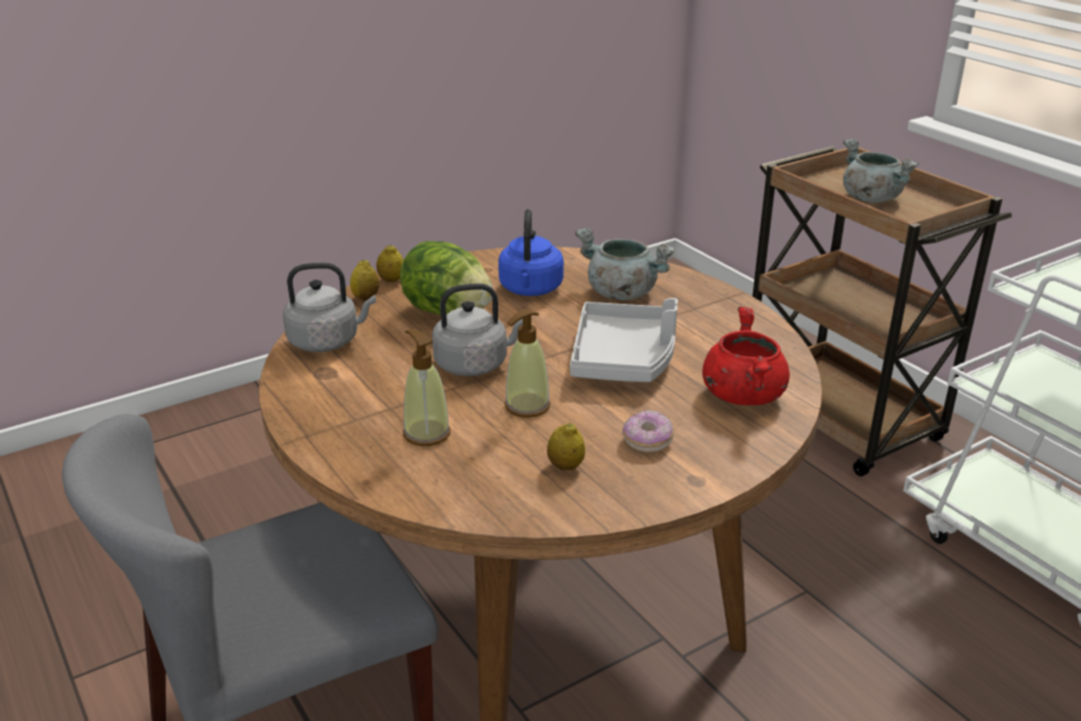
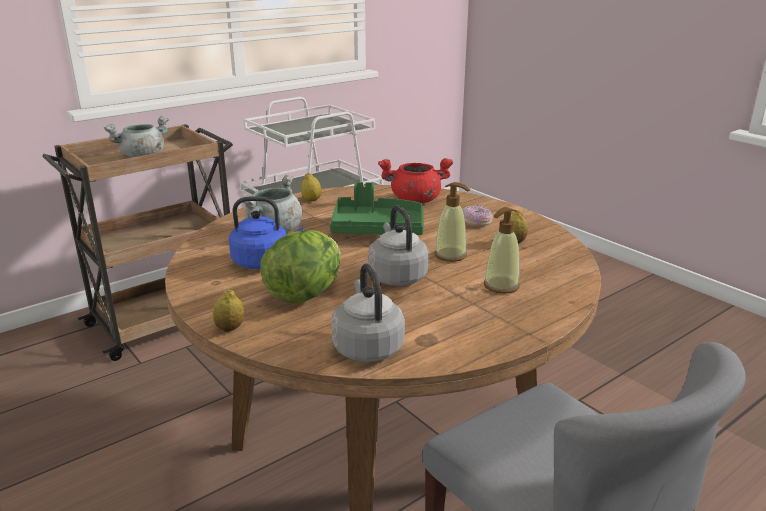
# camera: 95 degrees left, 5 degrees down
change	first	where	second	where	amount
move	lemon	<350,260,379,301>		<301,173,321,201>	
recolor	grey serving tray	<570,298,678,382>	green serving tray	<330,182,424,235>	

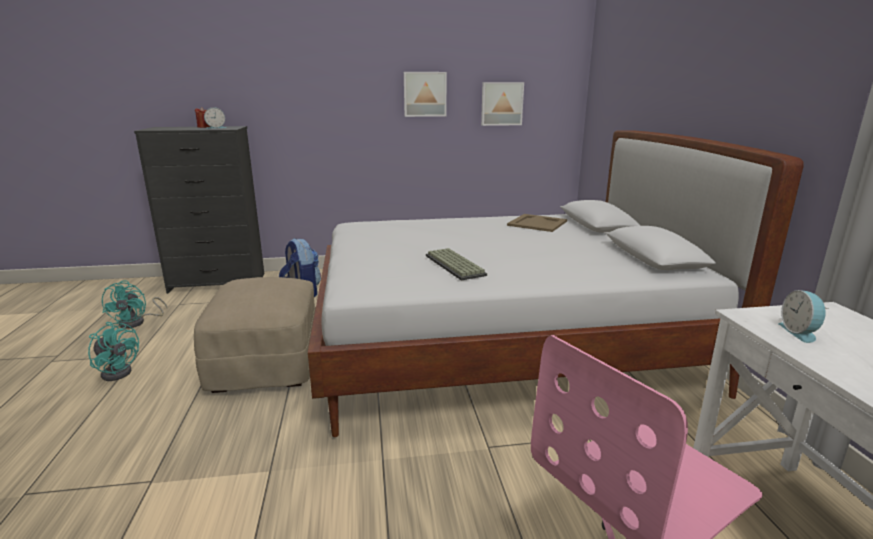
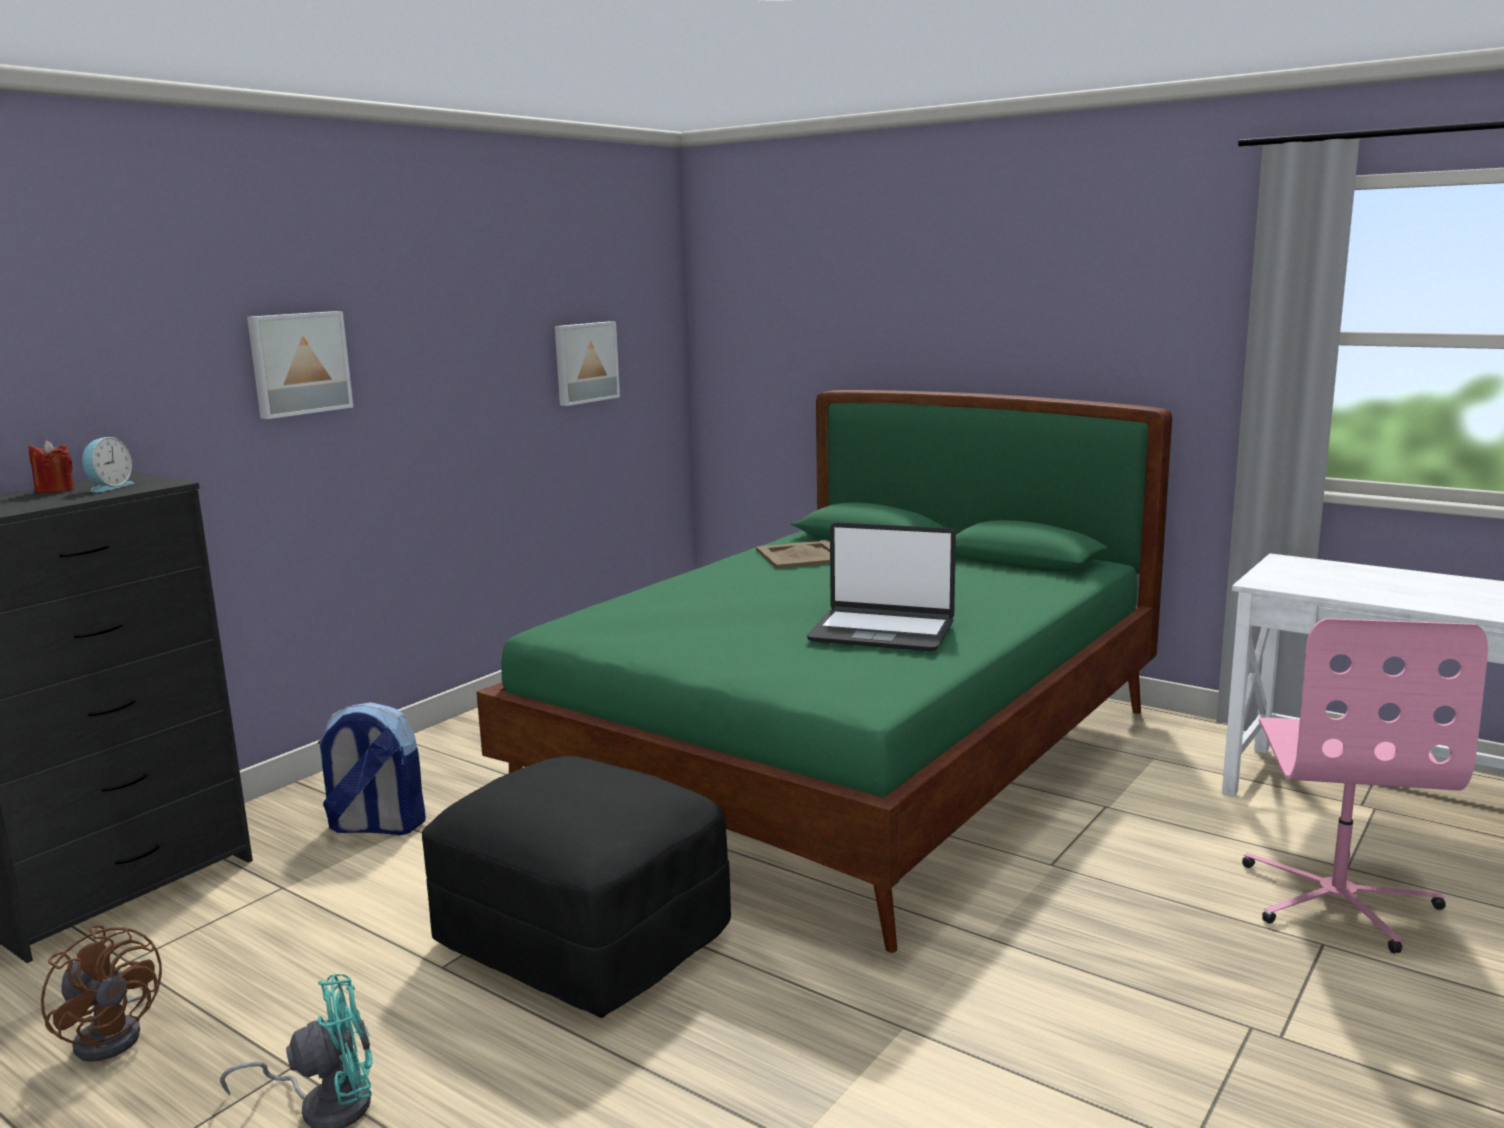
# camera: 45 degrees left, 5 degrees down
change	first	where	second	where	amount
move	picture	<404,72,447,117>		<247,311,353,419>	
recolor	whitish bedroom bed	<308,130,804,437>	green bedroom bed	<477,390,1172,953>	
replace	keyboard	<426,248,487,280>	notebook computer	<807,522,956,652>	
recolor	sand-coloured ottoman	<194,277,316,393>	black ottoman	<422,756,731,1018>	
recolor	turquoise cooling fan	<102,280,167,329>	brownish cooling fan	<41,925,162,1062>	
delete	alarm clock	<778,290,828,343>			

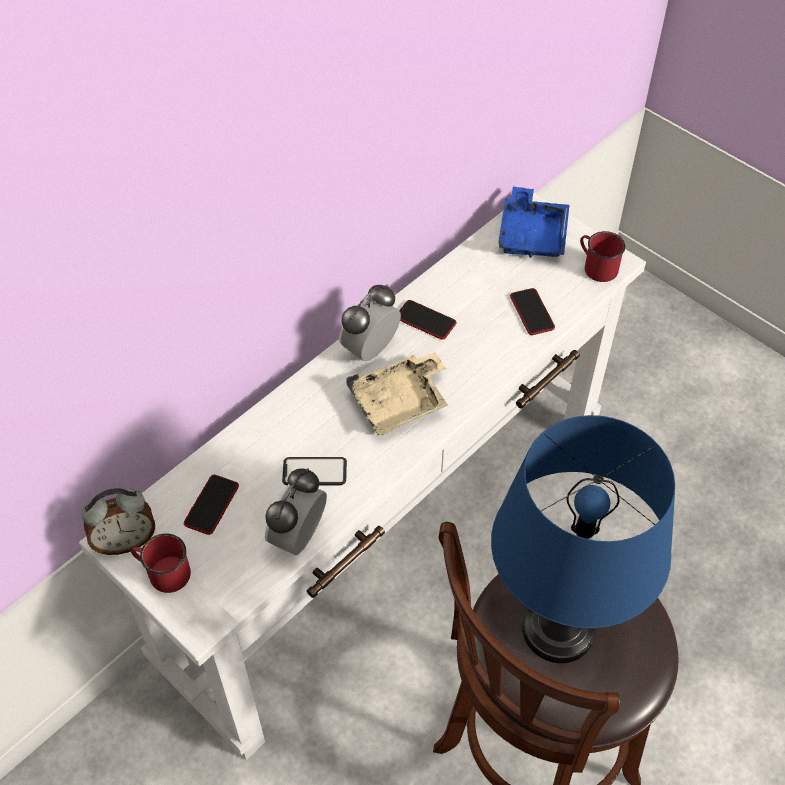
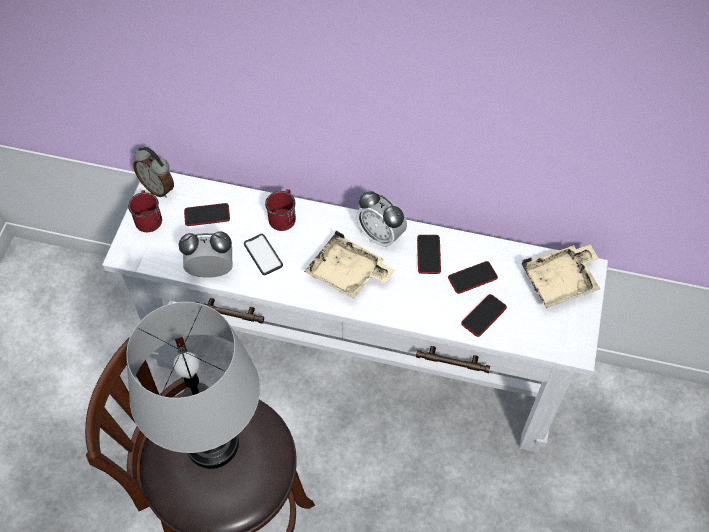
# camera: 60 degrees right, 5 degrees up
change	first	where	second	where	amount
recolor	bluish serving tray	<498,186,569,258>	sand-coloured serving tray	<522,245,600,308>	
move	red mug	<580,231,626,282>		<265,189,296,231>	
rotate	alarm clock	<339,285,401,361>		<356,191,407,249>	150 degrees counterclockwise
recolor	bluish lamp for a table	<491,415,675,663>	grey lamp for a table	<126,302,260,469>	
insert			telephone	<448,261,498,294>	

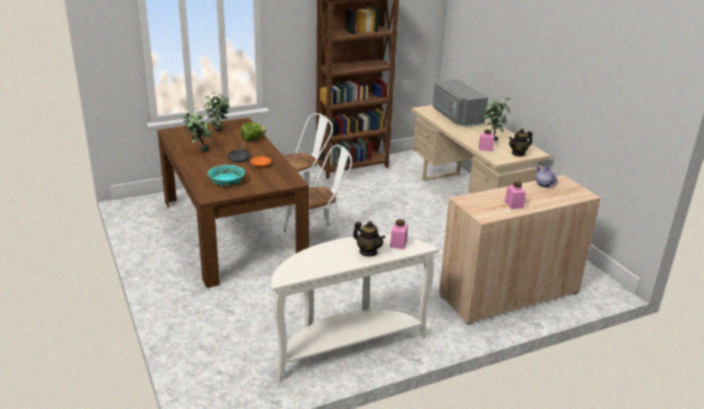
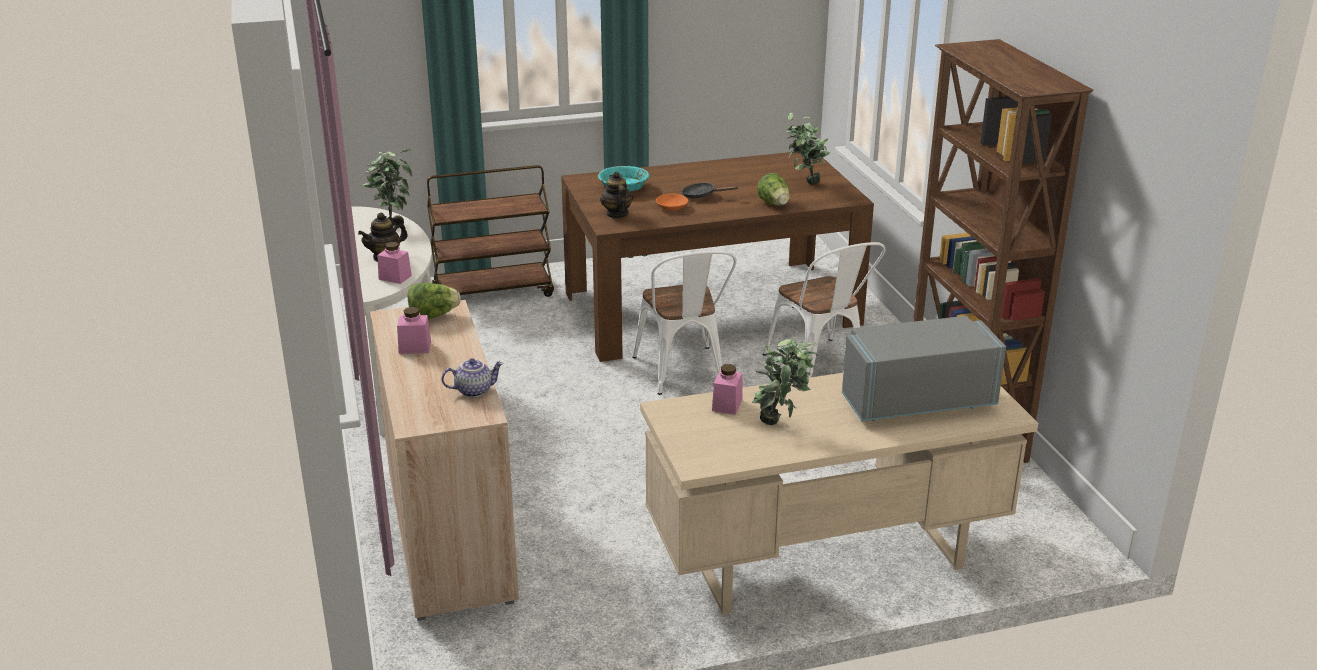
# camera: 100 degrees right, 0 degrees up
change	first	where	second	where	amount
move	plant in a pot	<180,105,212,152>		<362,149,413,226>	
move	pot for tea	<509,128,533,157>		<600,172,633,218>	
insert			brownish wheeled cart	<427,165,554,297>	
insert			lettuce head	<408,283,461,320>	

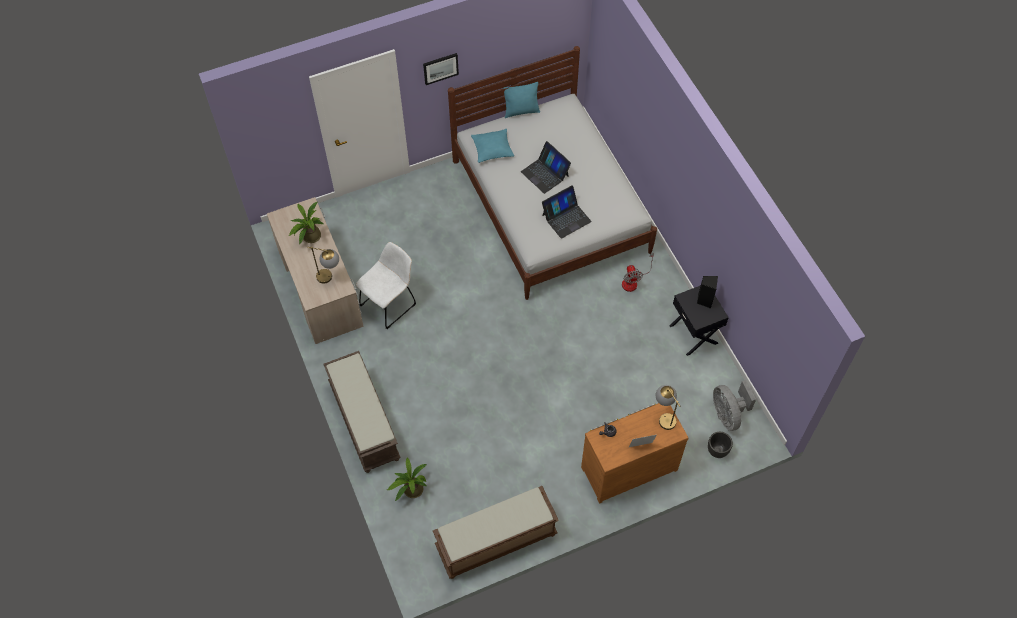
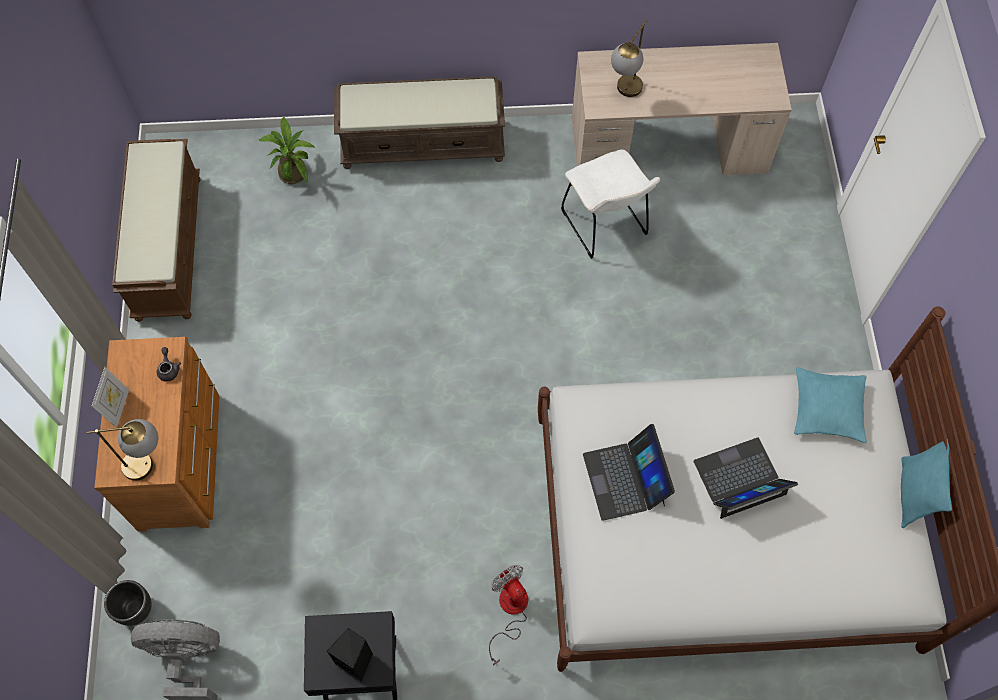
# camera: 110 degrees right, 5 degrees up
change	first	where	second	where	amount
delete	picture	<423,53,459,85>			
delete	plant in a pot	<289,202,323,244>			
rotate	cooling fan	<622,253,654,292>		<489,565,528,666>	45 degrees clockwise

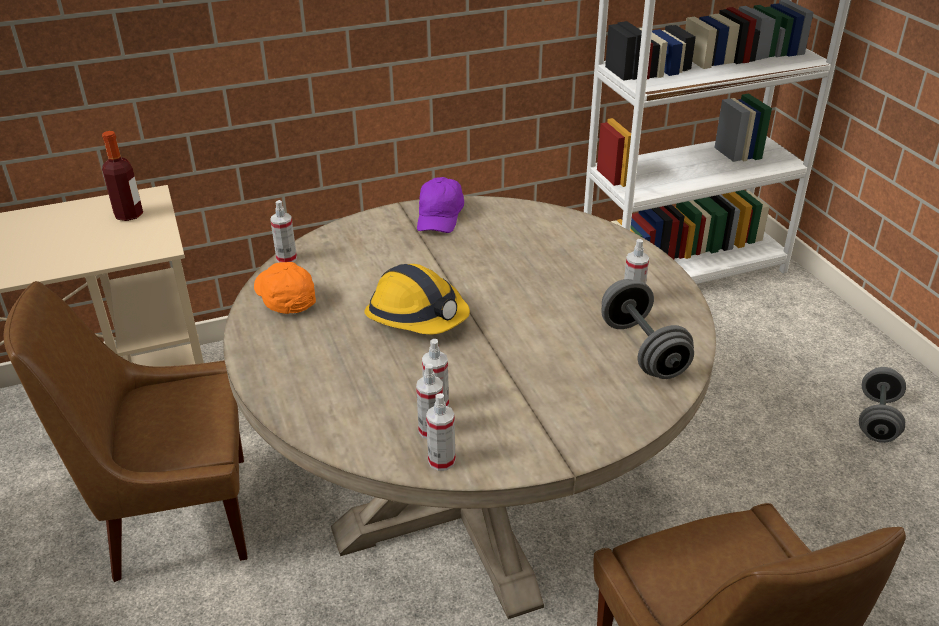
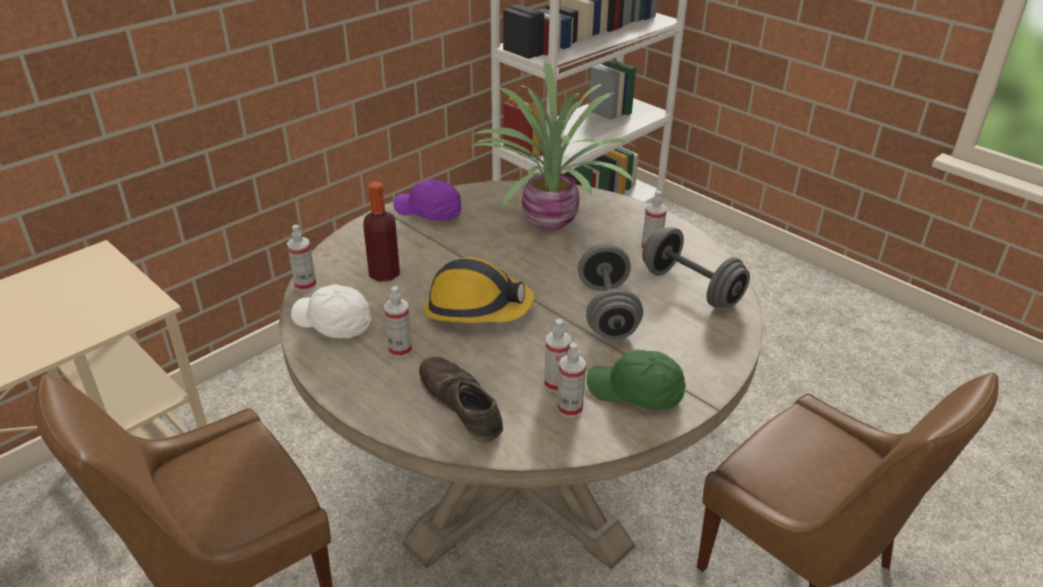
# camera: 25 degrees left, 0 degrees up
change	first	where	second	where	amount
move	beverage bottle	<102,131,143,221>		<364,182,400,282>	
rotate	purple-coloured cap	<417,177,464,233>		<394,179,462,221>	135 degrees clockwise
recolor	orange-coloured cap	<254,262,316,314>	whitish cap	<291,284,372,338>	
move	grey free weight	<859,367,906,443>		<578,243,643,340>	
move	spray bottle	<426,393,455,471>		<384,286,412,358>	
insert			plant in a pot	<471,61,636,230>	
insert			green cap	<587,349,686,410>	
insert			brownish shoe	<419,357,503,442>	

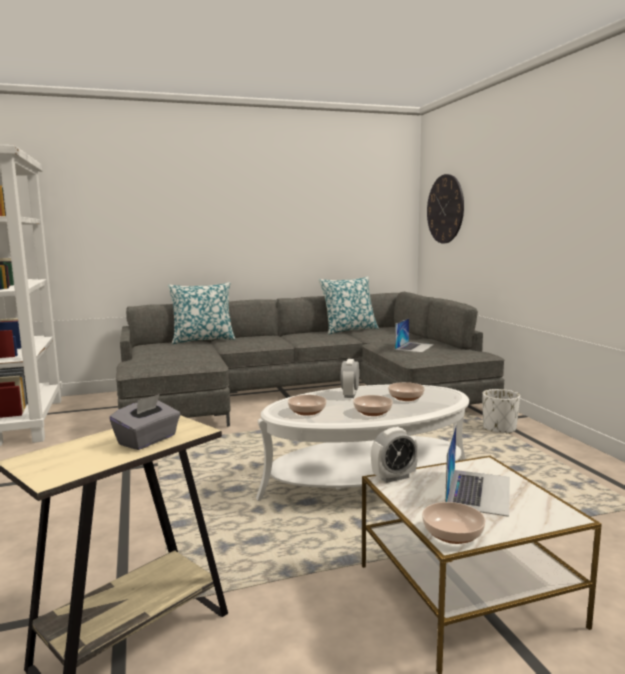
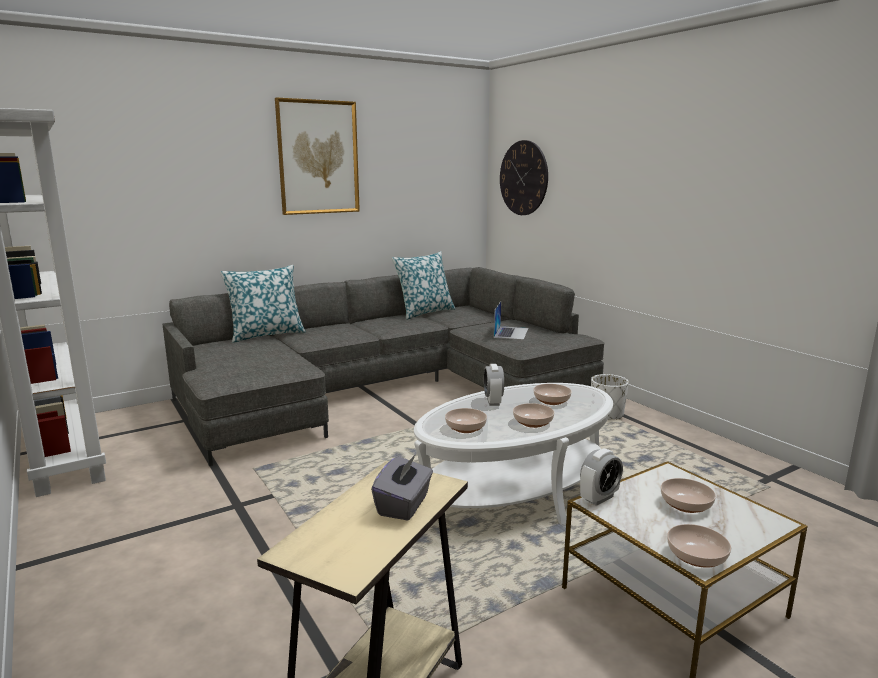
# camera: 15 degrees left, 5 degrees up
change	first	where	second	where	amount
replace	notebook computer	<445,424,510,517>	serving bowl	<661,478,716,513>	
insert			picture	<275,97,360,215>	

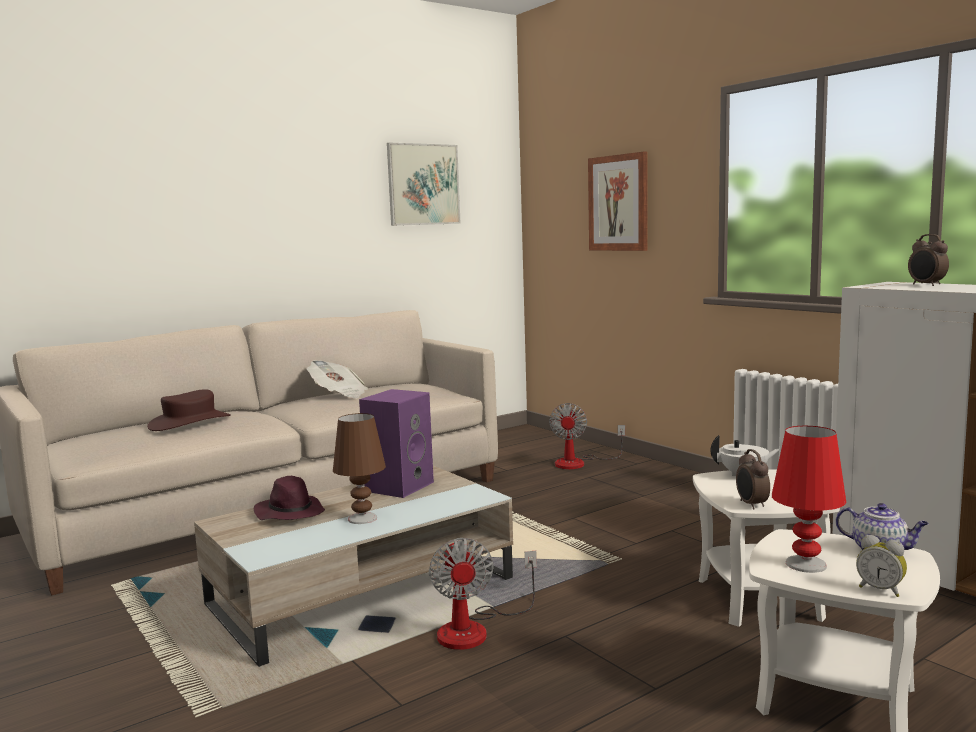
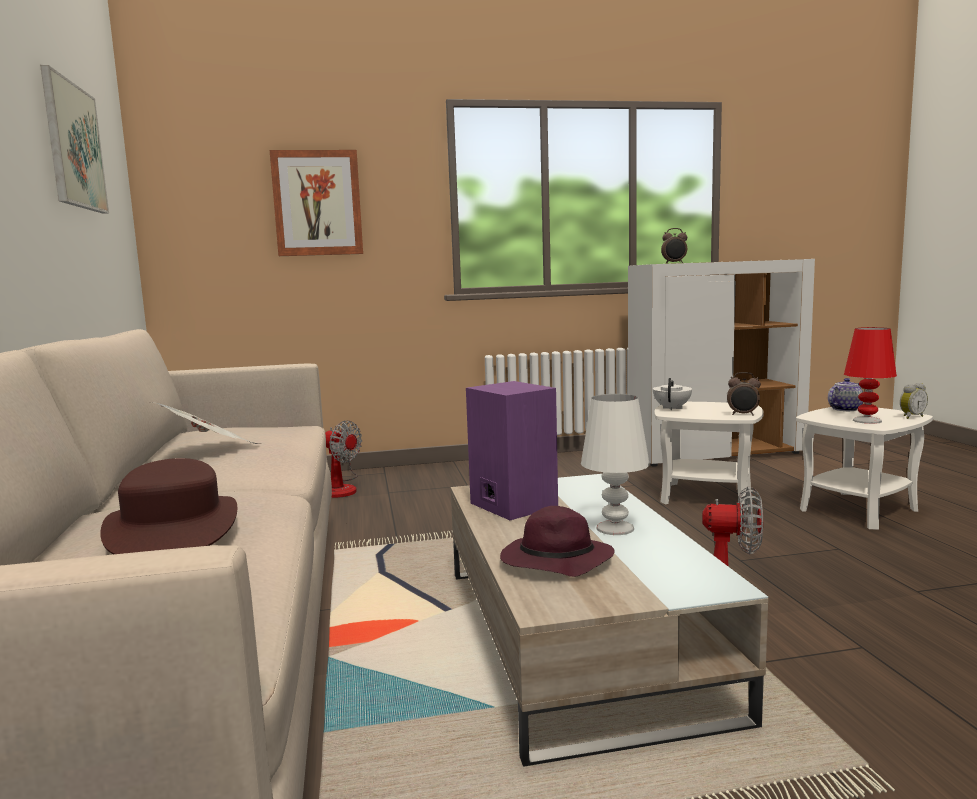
# camera: 65 degrees left, 0 degrees up
change	first	where	second	where	amount
recolor	brownish lamp for a table	<333,413,386,524>	whitish lamp for a table	<581,394,650,535>	

